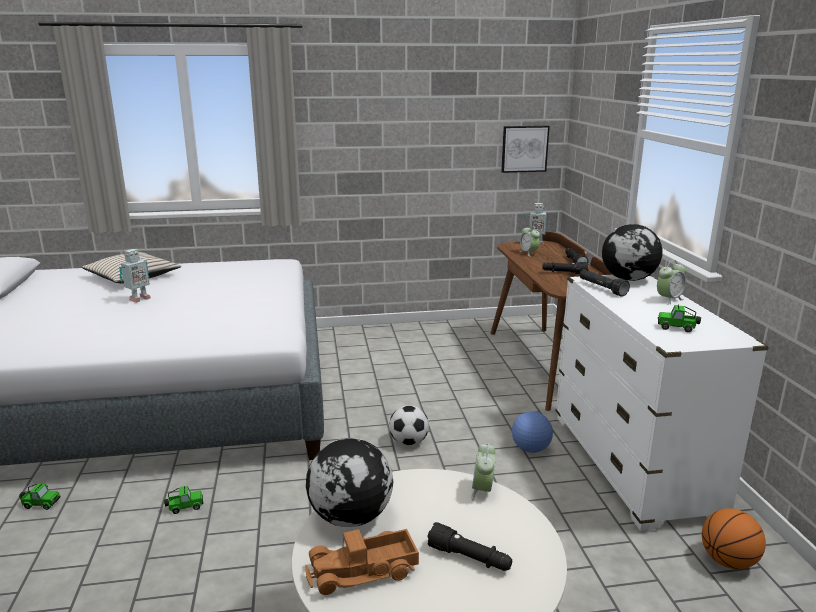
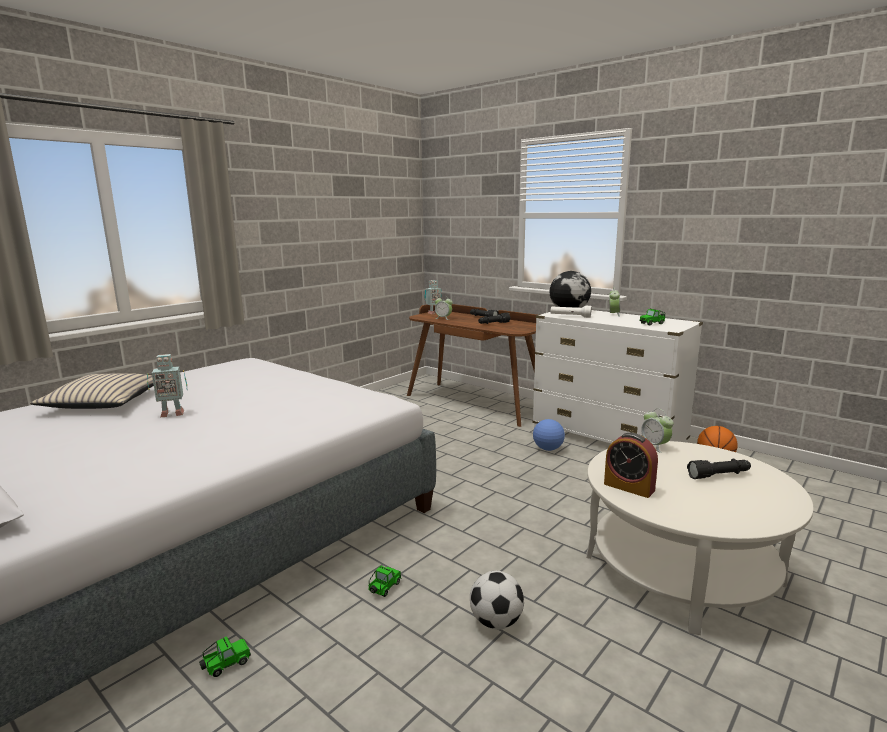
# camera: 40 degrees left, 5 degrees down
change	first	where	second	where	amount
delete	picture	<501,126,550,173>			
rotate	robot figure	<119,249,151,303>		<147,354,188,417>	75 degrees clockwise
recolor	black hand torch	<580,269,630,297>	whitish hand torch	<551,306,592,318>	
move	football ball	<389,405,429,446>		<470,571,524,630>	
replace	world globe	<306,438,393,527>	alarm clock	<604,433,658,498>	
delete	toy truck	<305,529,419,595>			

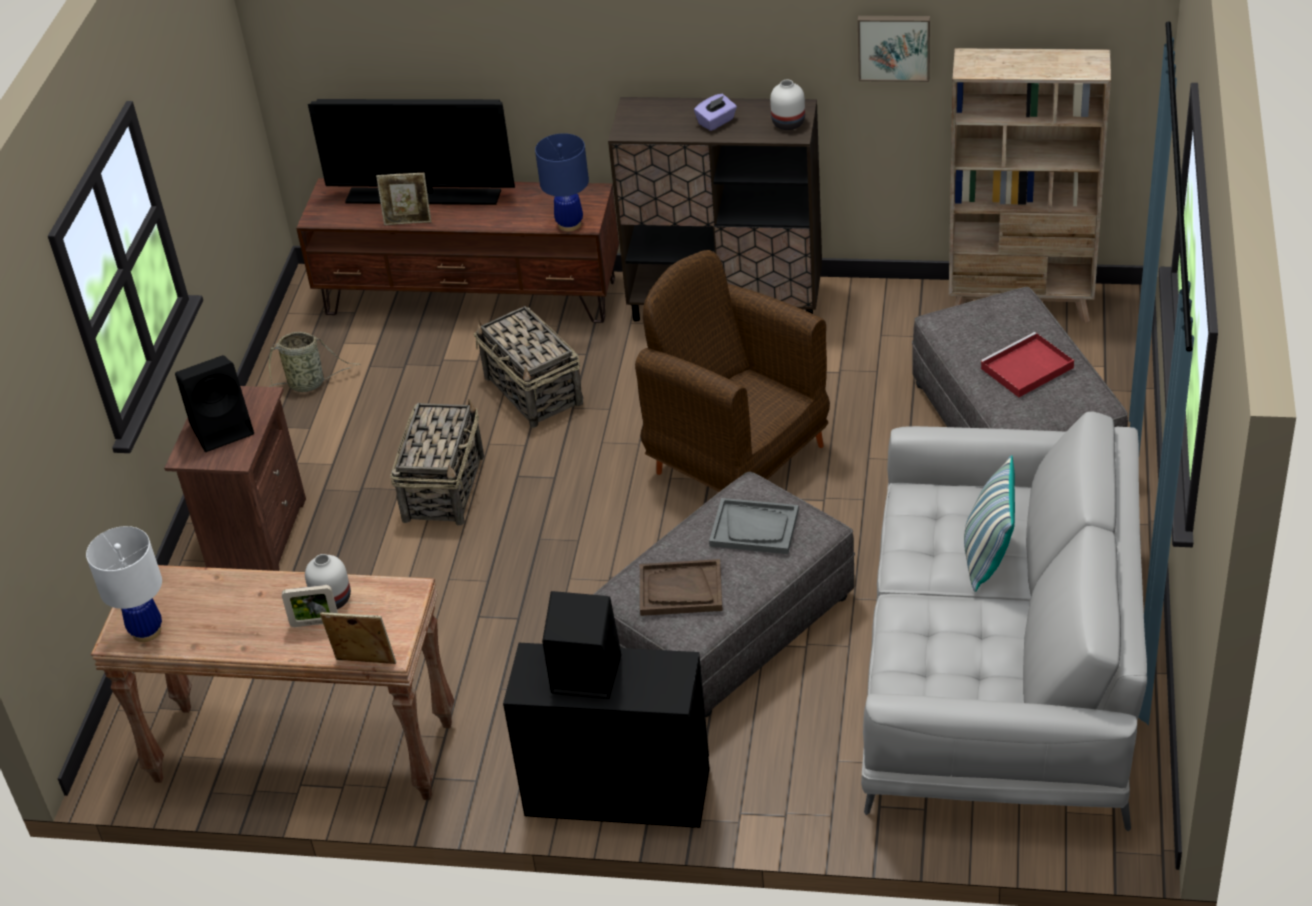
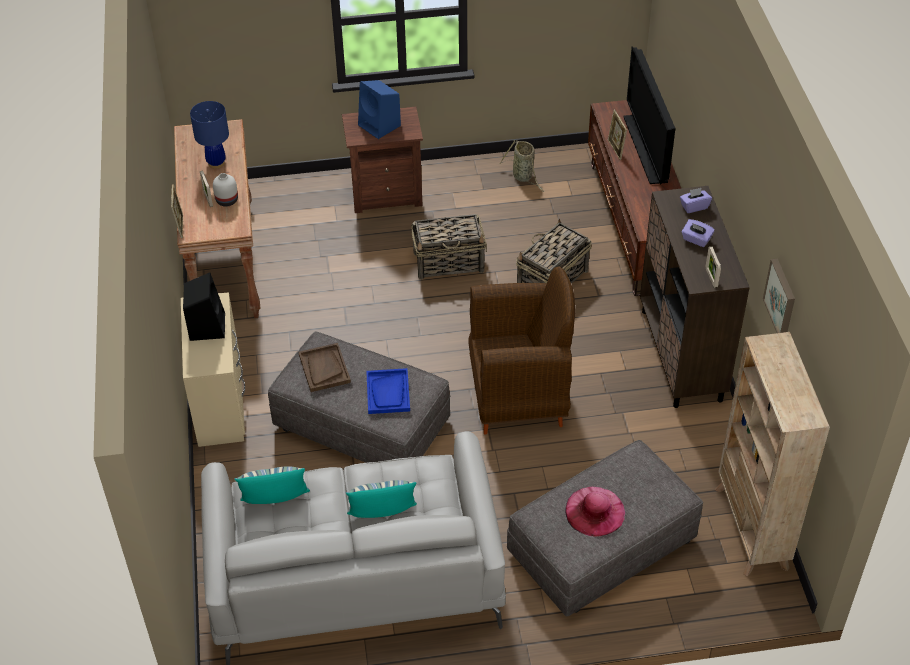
# camera: 70 degrees right, 5 degrees up
change	first	where	second	where	amount
replace	whitish decorative vase	<770,80,805,130>	photo frame	<706,247,721,288>	
move	bluish lamp for a table	<535,133,589,231>		<190,101,229,169>	
rotate	brownish armchair	<635,250,830,492>		<468,266,575,435>	60 degrees clockwise
replace	red serving tray	<980,332,1074,397>	pink-coloured clothing hat	<565,487,625,537>	
recolor	black loudspeaker	<175,355,254,452>	bluish loudspeaker	<358,80,401,139>	
recolor	grey serving tray	<709,498,799,554>	bluish serving tray	<366,368,410,414>	
delete	whitish lamp for a table	<86,526,162,642>			
recolor	black drawer chest	<503,643,710,828>	sand-coloured drawer chest	<181,292,245,447>	
insert			purple-coloured tissue holder	<680,188,712,213>	
insert			cushion	<234,466,310,504>	

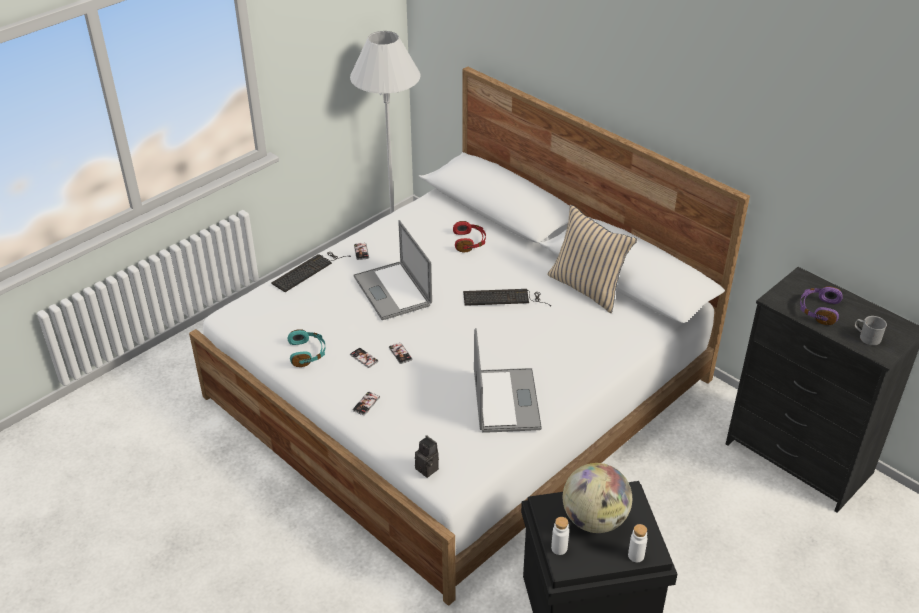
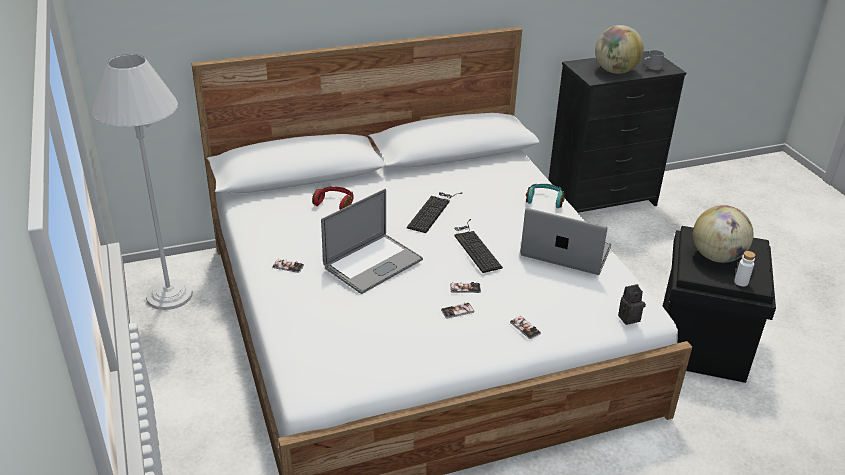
# camera: 65 degrees left, 5 degrees down
change	first	where	second	where	amount
delete	sand-coloured cushion	<548,205,637,313>			
rotate	notebook computer	<354,220,432,320>		<321,189,423,294>	45 degrees counterclockwise
move	keyboard	<271,252,351,292>		<454,219,503,273>	
replace	purple-coloured headphones	<800,286,843,325>	world globe	<595,25,644,74>	
move	turquoise headphones	<288,329,325,367>		<526,184,564,208>	
delete	whitish beverage bottle	<628,524,648,562>			

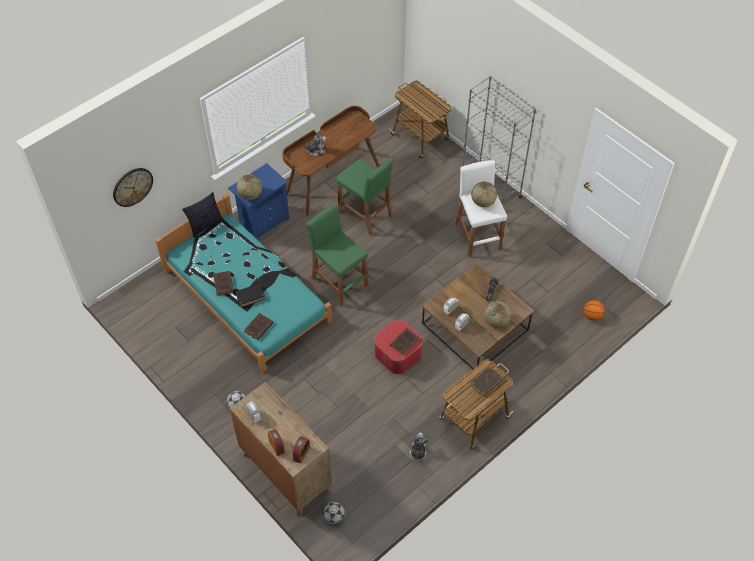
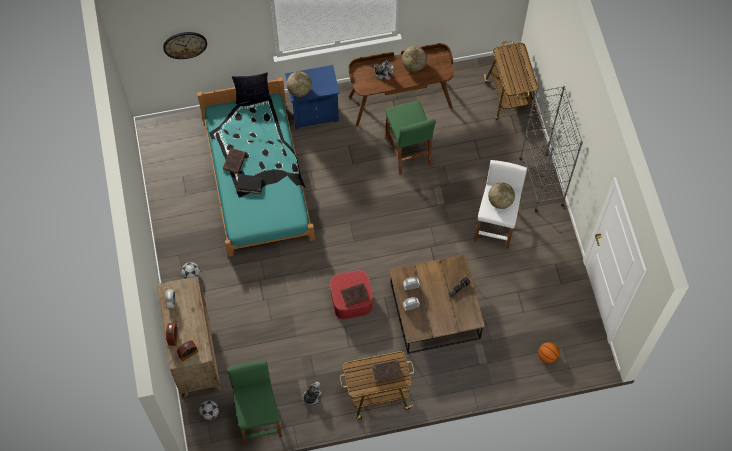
# camera: 30 degrees right, 10 degrees up
change	first	where	second	where	amount
move	green sitting stool	<306,204,367,306>		<227,360,282,445>	
move	world globe	<484,301,511,328>		<402,46,427,71>	
delete	brownish book	<244,313,273,340>			

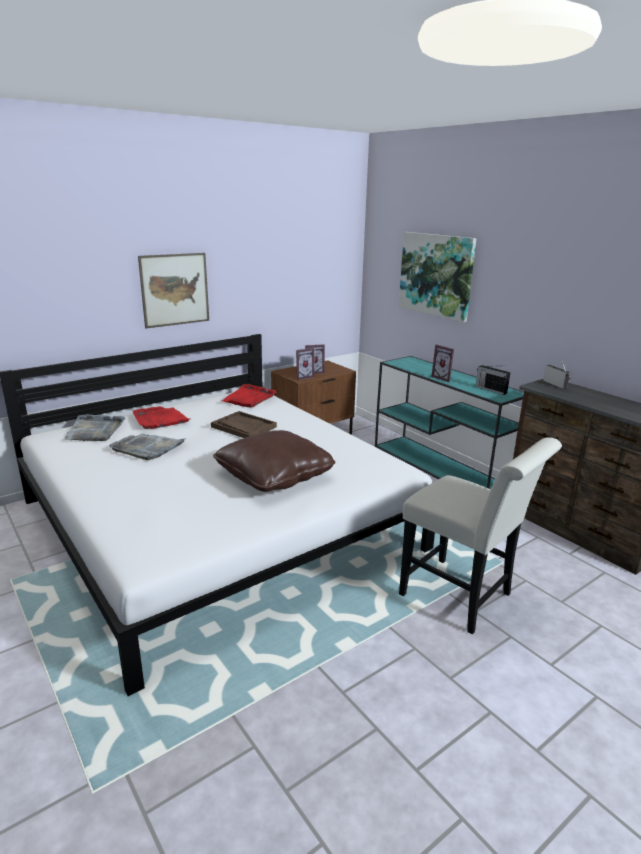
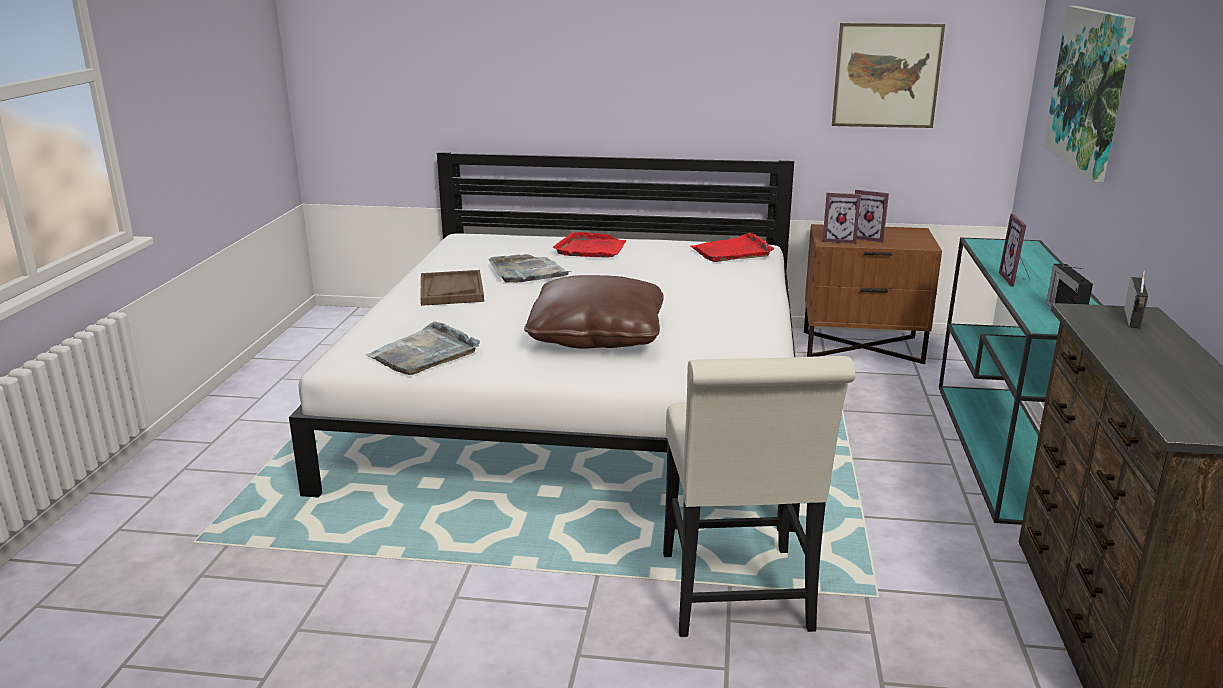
# camera: 45 degrees right, 0 degrees up
change	first	where	second	where	amount
move	picture	<138,253,209,328>		<832,23,945,128>	
move	brownish serving tray	<211,411,277,438>		<420,270,484,306>	
move	grey serving tray	<63,414,126,441>		<366,322,480,375>	

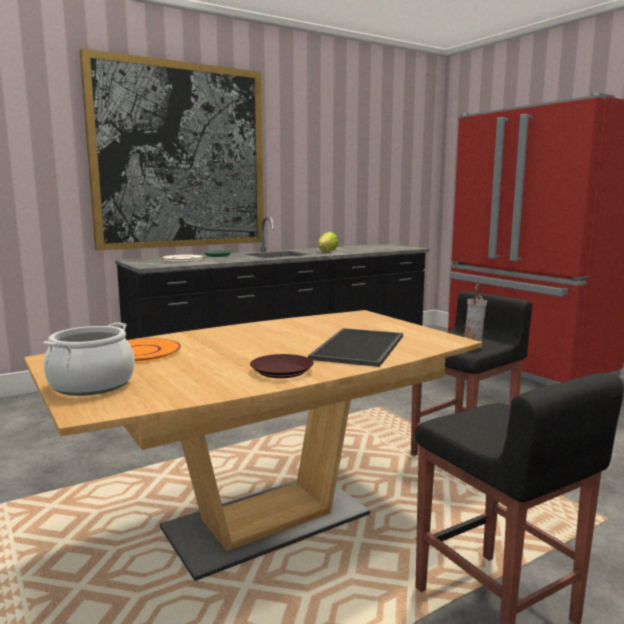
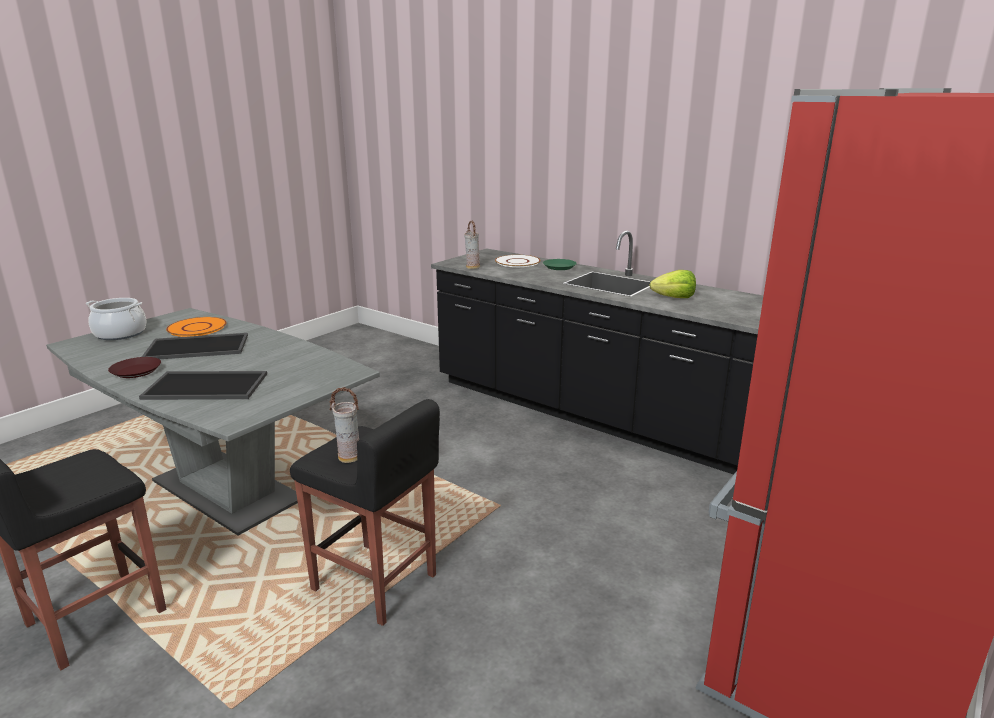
# camera: 70 degrees right, 10 degrees up
change	first	where	second	where	amount
delete	picture	<79,48,264,251>			
recolor	brownish dining table	<24,310,482,581>	grey dining table	<46,308,380,536>	
insert			decorative vase	<464,221,480,269>	
insert			serving tray	<142,333,248,359>	

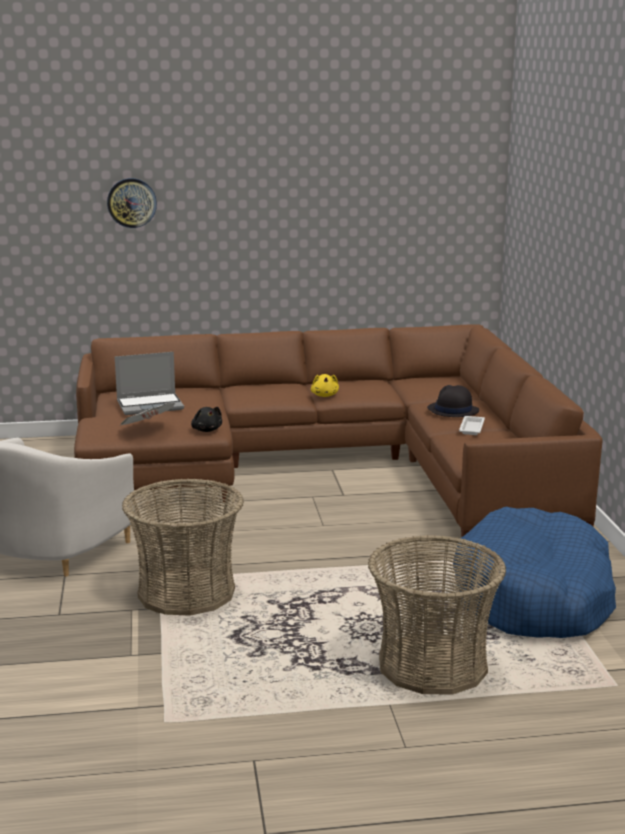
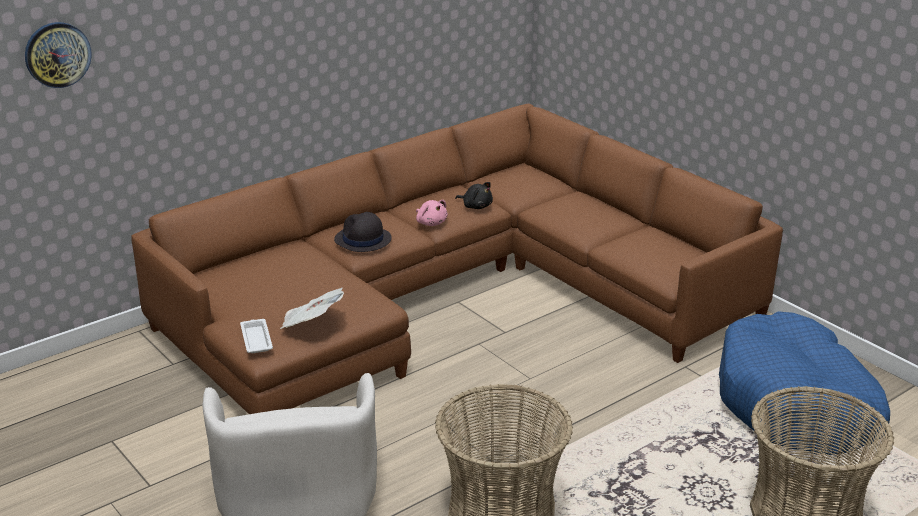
# camera: 30 degrees left, 10 degrees up
change	first	where	second	where	amount
move	hanging clock	<107,178,157,228>		<25,22,92,88>	
delete	notebook computer	<115,352,184,415>			
recolor	yellowish cuddly toy	<311,374,339,397>	pink-coloured cuddly toy	<416,200,448,226>	
move	black clothing hat	<427,385,479,417>		<334,212,392,252>	
move	black cuddly toy	<191,407,222,432>		<455,182,493,209>	
move	whitish serving tray	<459,416,485,435>		<240,319,273,353>	

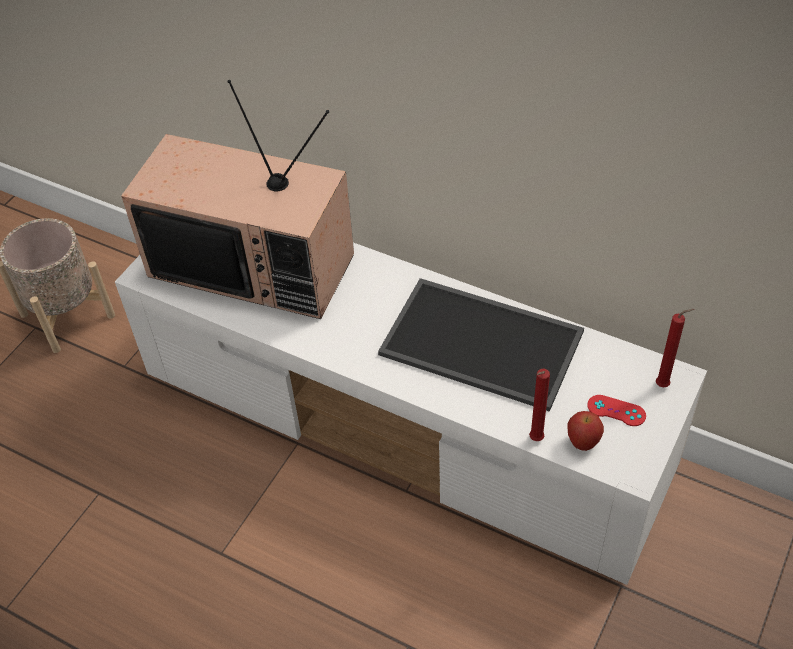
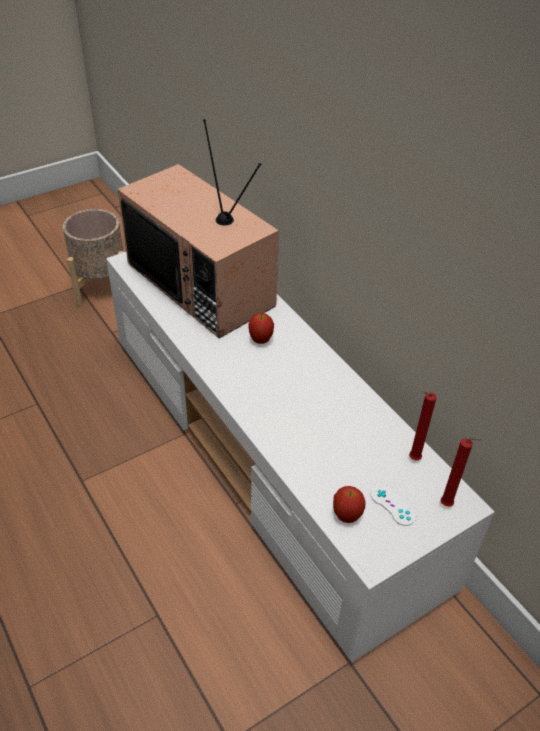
# camera: 25 degrees right, 5 degrees down
change	first	where	second	where	amount
delete	serving tray	<378,278,584,412>			
move	red candle	<529,369,550,441>		<409,391,437,460>	
recolor	red joypad	<587,395,646,426>	whitish joypad	<370,485,416,526>	
insert			apple	<248,313,274,344>	

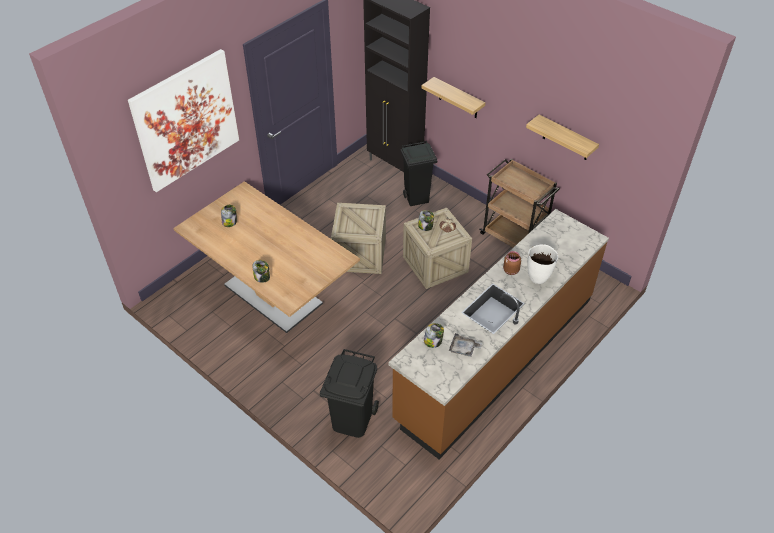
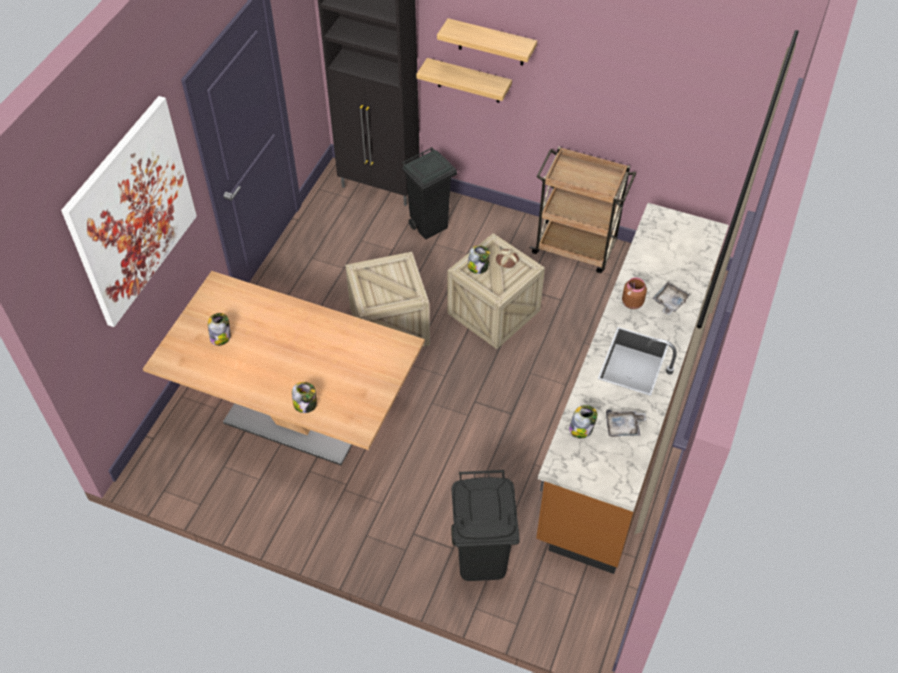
# camera: 20 degrees left, 5 degrees up
change	first	where	second	where	amount
move	wall shelf	<526,115,599,160>		<437,18,537,66>	
replace	whitish decorative vase	<527,244,558,284>	grey serving tray	<653,282,690,315>	

